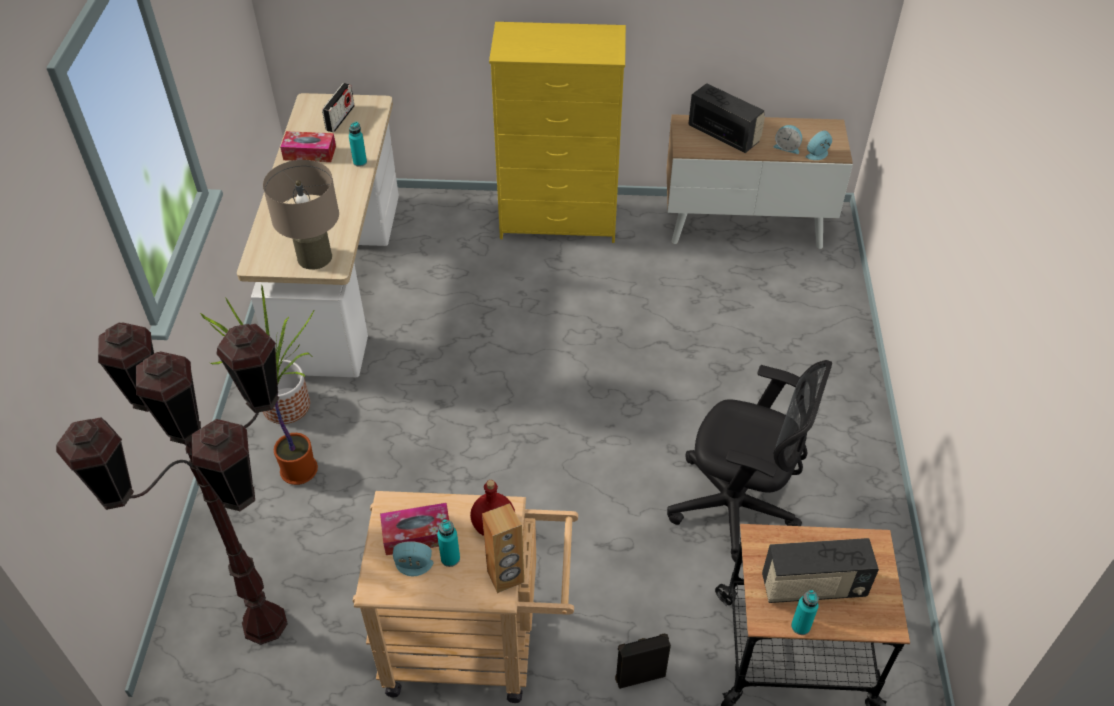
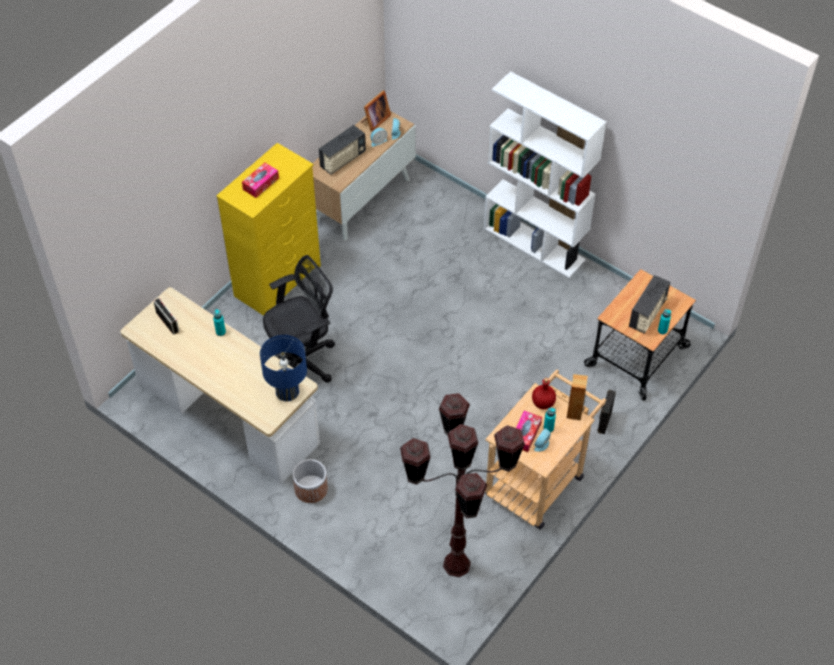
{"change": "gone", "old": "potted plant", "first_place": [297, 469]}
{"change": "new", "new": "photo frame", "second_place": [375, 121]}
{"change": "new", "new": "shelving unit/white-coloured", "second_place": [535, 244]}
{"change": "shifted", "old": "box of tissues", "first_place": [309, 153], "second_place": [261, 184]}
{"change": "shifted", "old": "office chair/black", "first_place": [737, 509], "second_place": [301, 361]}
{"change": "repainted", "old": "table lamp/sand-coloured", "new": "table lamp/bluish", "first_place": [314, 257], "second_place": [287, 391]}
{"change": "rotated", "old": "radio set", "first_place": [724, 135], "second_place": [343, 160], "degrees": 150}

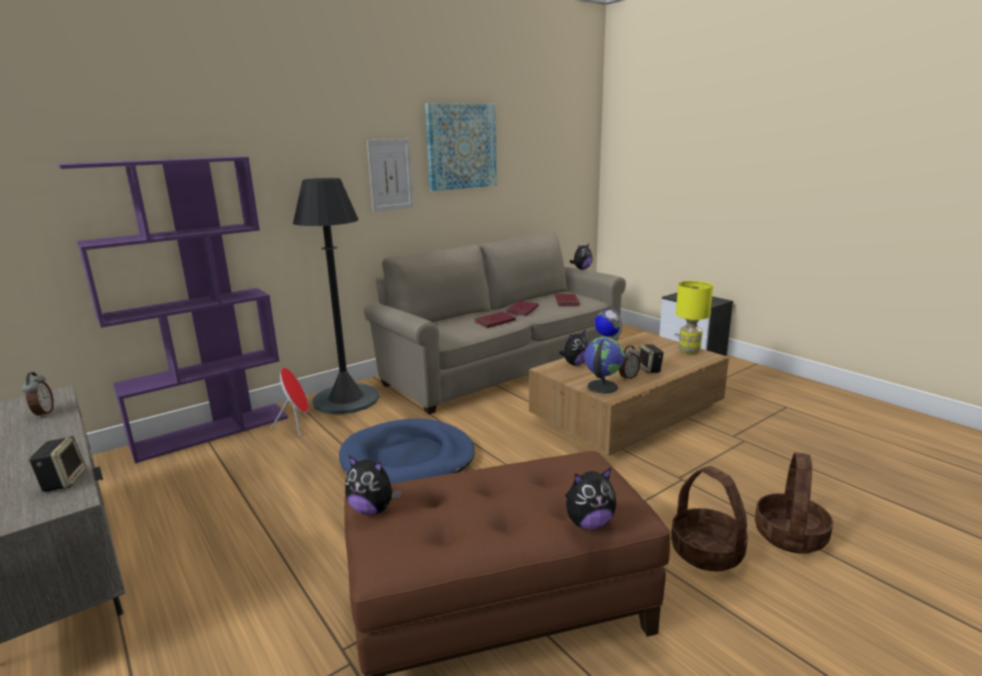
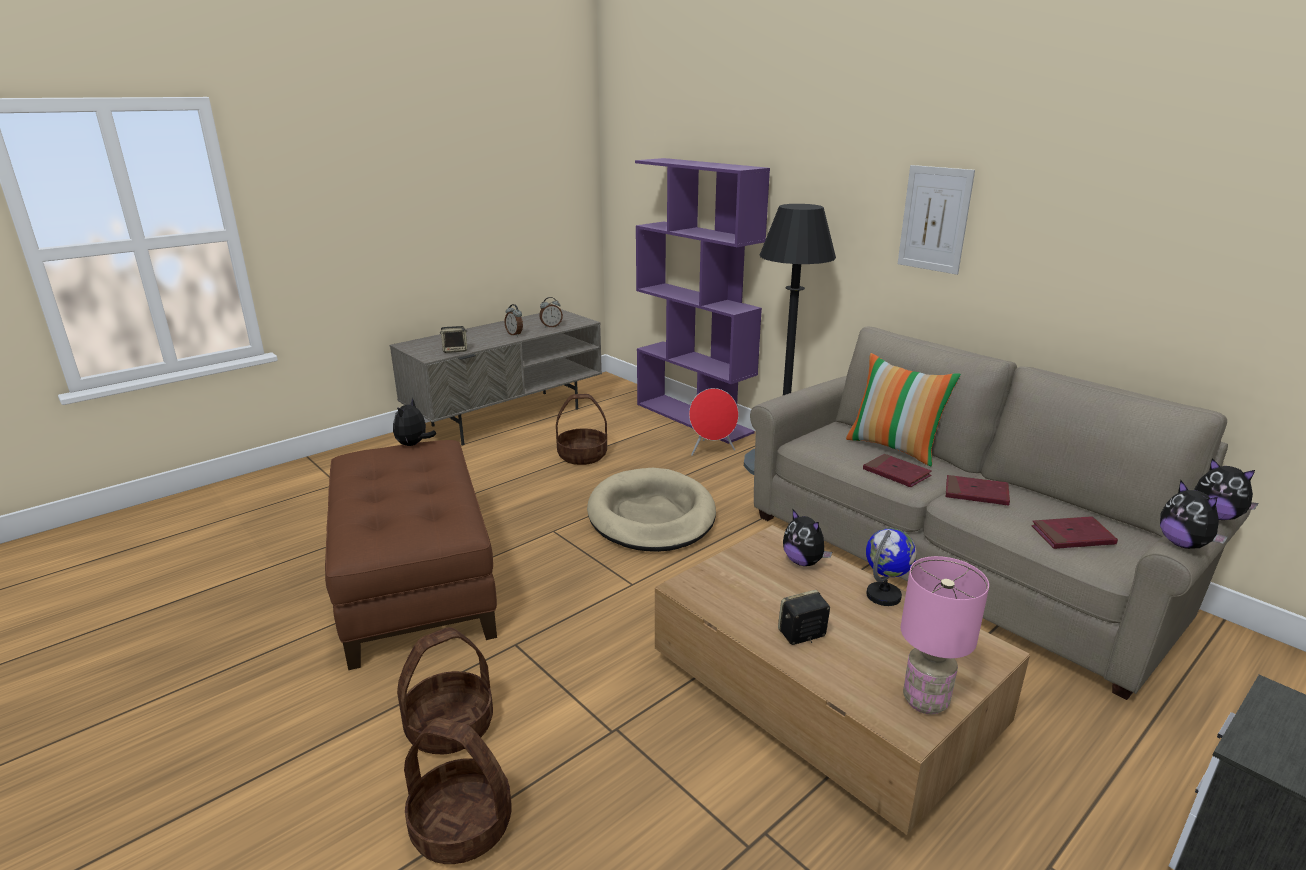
{"change": "gone", "old": "wall picture", "first_place": [461, 146]}
{"change": "gone", "old": "globe", "first_place": [601, 387]}
{"change": "new", "new": "basket", "second_place": [582, 455]}
{"change": "new", "new": "pillow", "second_place": [894, 448]}
{"change": "shifted", "old": "plush toy", "first_place": [589, 523], "second_place": [1183, 544]}
{"change": "shifted", "old": "bedside clock", "first_place": [628, 377], "second_place": [515, 334]}
{"change": "repainted", "old": "dog bed/bluish", "new": "dog bed/sand-coloured", "first_place": [408, 459], "second_place": [651, 516]}
{"change": "repainted", "old": "table lamp/yellow-coloured", "new": "table lamp/pink", "first_place": [689, 351], "second_place": [925, 702]}

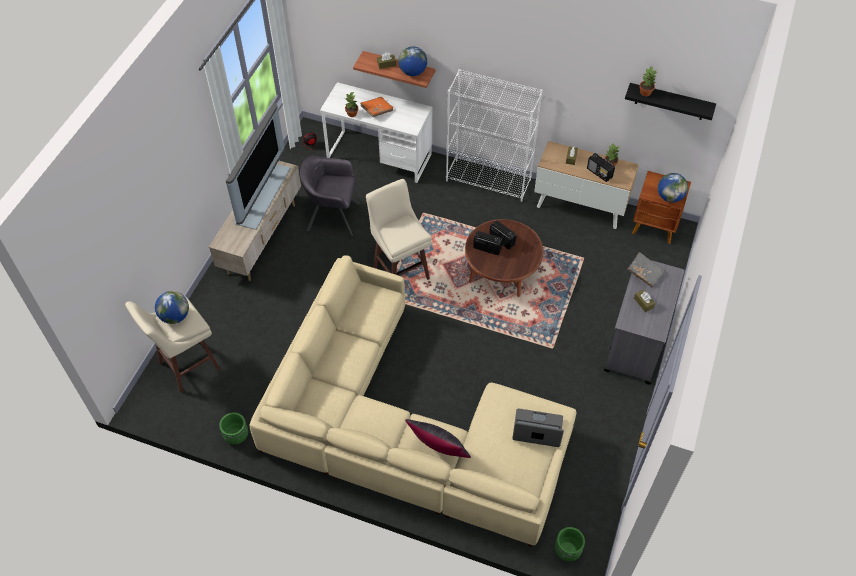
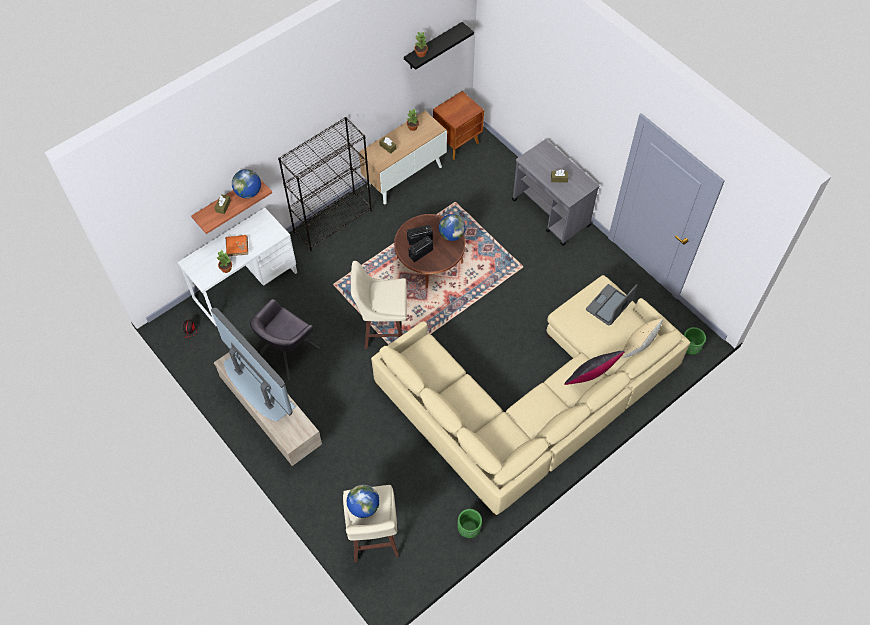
{"change": "gone", "old": "radio set", "first_place": [599, 173]}
{"change": "gone", "old": "volume/gray", "first_place": [644, 273]}
{"change": "new", "new": "pillow/sand-coloured", "second_place": [638, 347]}
{"change": "shifted", "old": "globe", "first_place": [669, 197], "second_place": [451, 235]}
{"change": "repainted", "old": "shelving unit/white-coloured", "new": "shelving unit/black", "first_place": [489, 180], "second_place": [333, 221]}

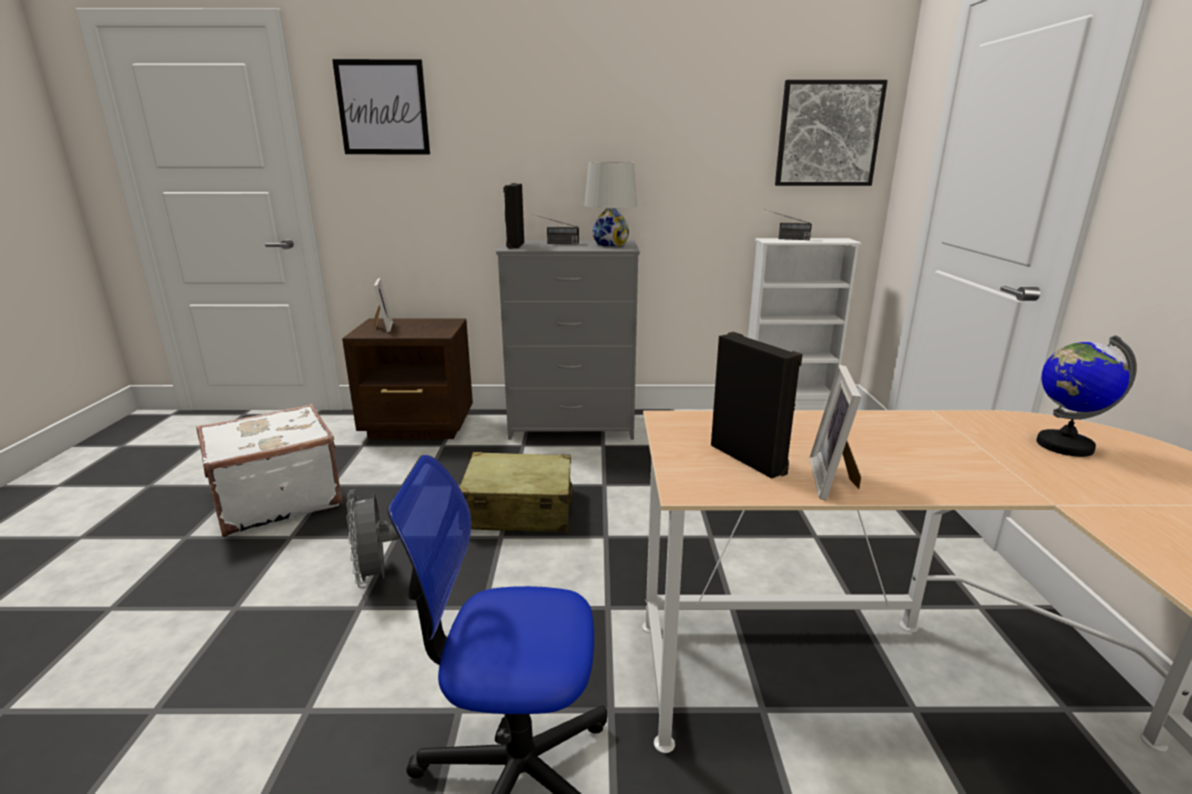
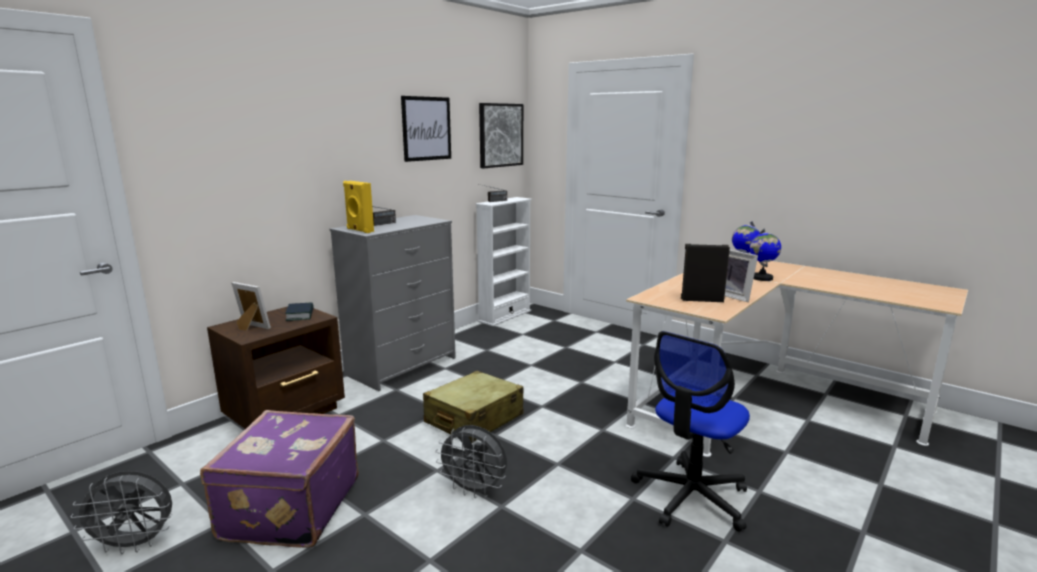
{"change": "gone", "old": "table lamp/white-coloured", "first_place": [610, 244]}
{"change": "new", "new": "fan/gray", "second_place": [135, 544]}
{"change": "new", "new": "volume", "second_place": [300, 315]}
{"change": "new", "new": "globe", "second_place": [761, 278]}
{"change": "shifted", "old": "wall picture", "first_place": [383, 108], "second_place": [426, 128]}
{"change": "repainted", "old": "travel case/white-coloured", "new": "travel case/purple-coloured", "first_place": [276, 500], "second_place": [289, 508]}
{"change": "repainted", "old": "speaker/black", "new": "speaker/yellow-coloured", "first_place": [514, 245], "second_place": [359, 230]}

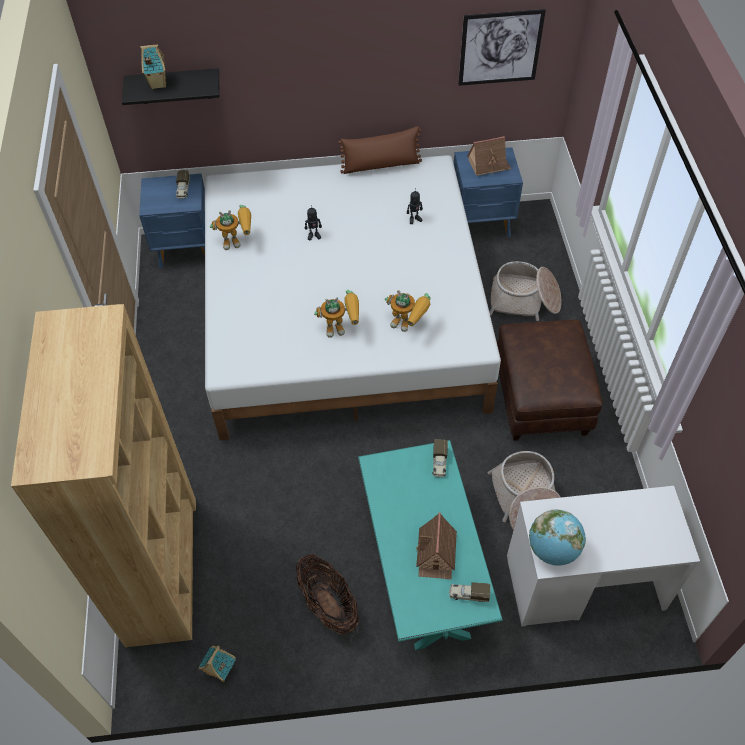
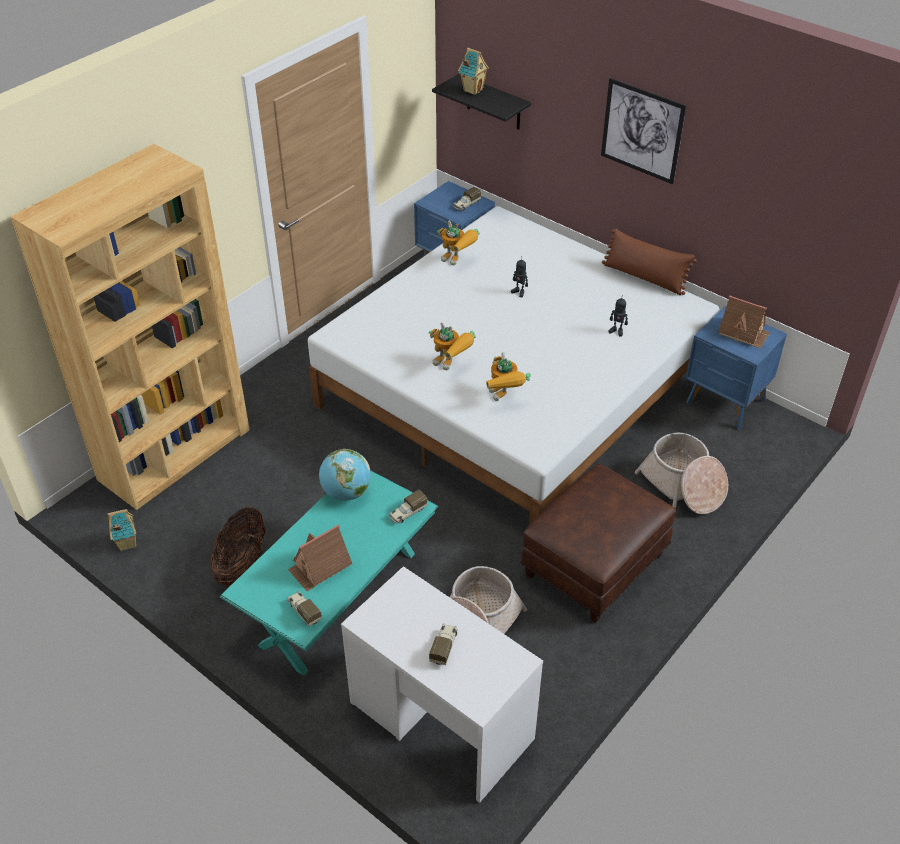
{"change": "new", "new": "model truck", "second_place": [444, 647]}
{"change": "shifted", "old": "wall picture", "first_place": [500, 48], "second_place": [642, 131]}
{"change": "shifted", "old": "globe", "first_place": [553, 549], "second_place": [346, 492]}

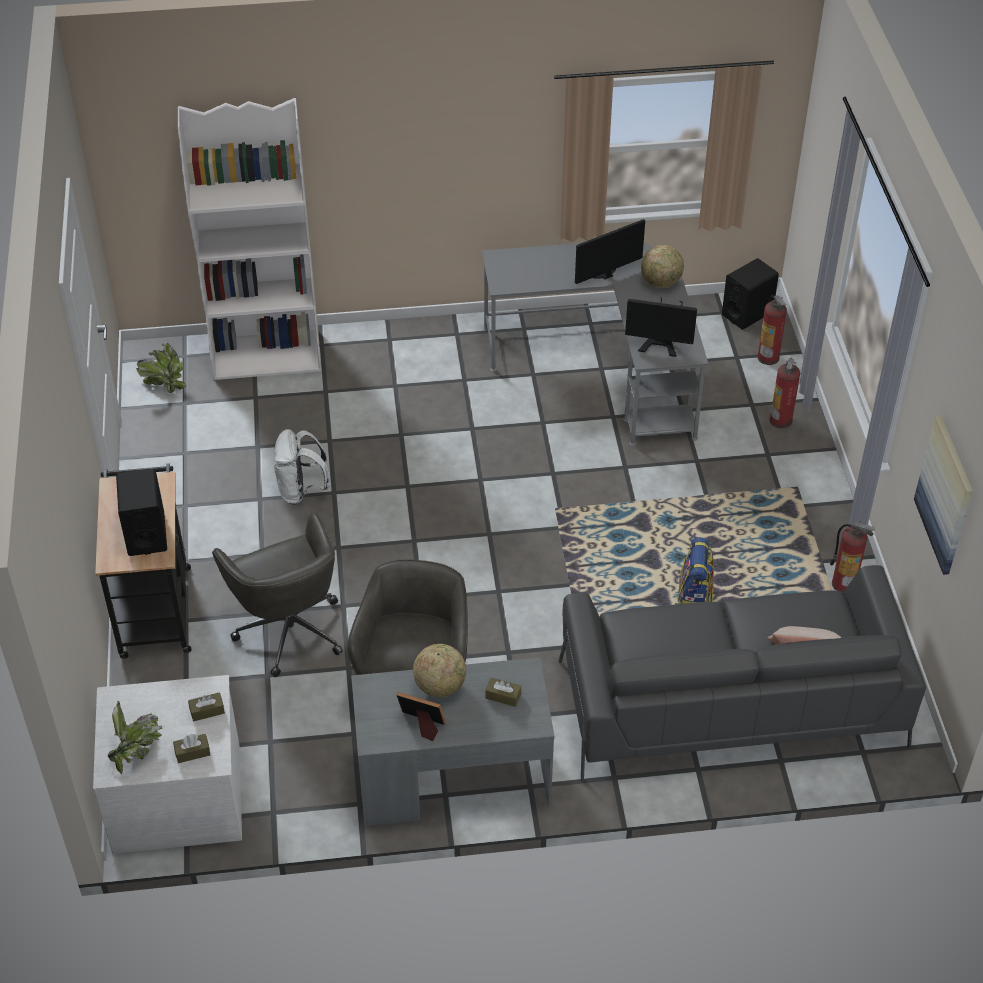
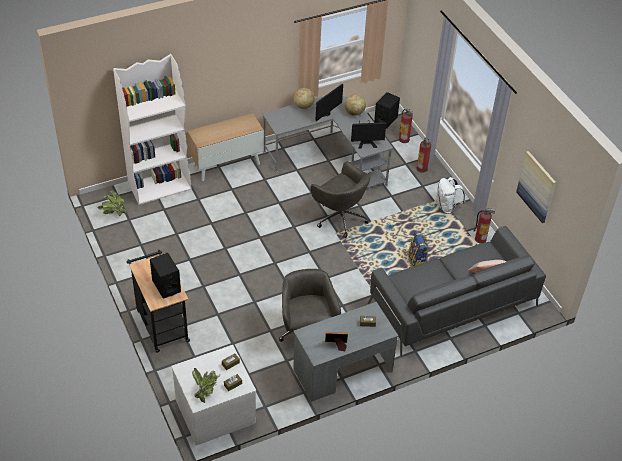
{"change": "new", "new": "cabinet", "second_place": [227, 164]}
{"change": "shifted", "old": "office chair/gray", "first_place": [289, 628], "second_place": [340, 217]}
{"change": "shifted", "old": "knapsack/white-coloured", "first_place": [301, 491], "second_place": [447, 207]}
{"change": "shifted", "old": "globe", "first_place": [440, 686], "second_place": [303, 106]}

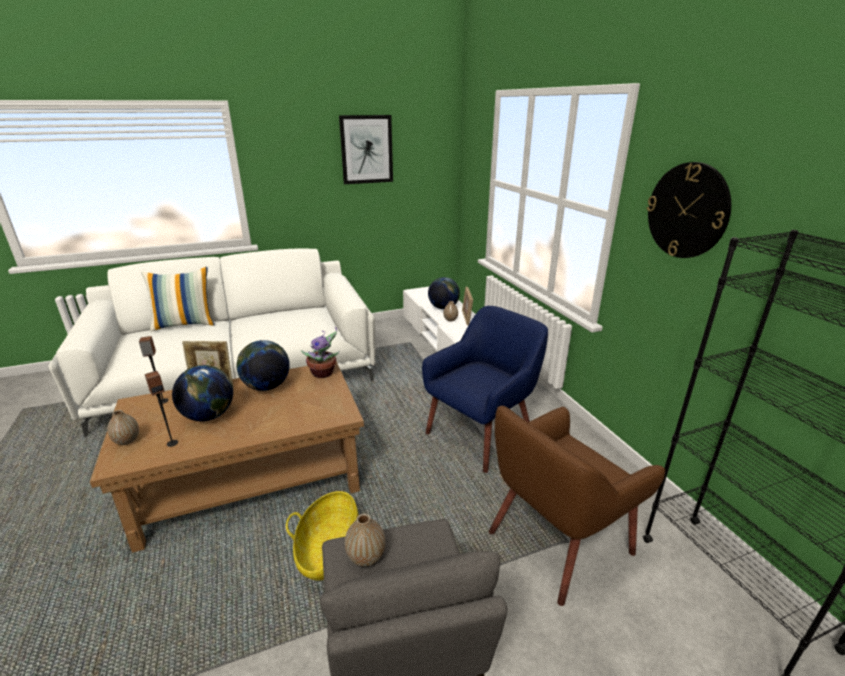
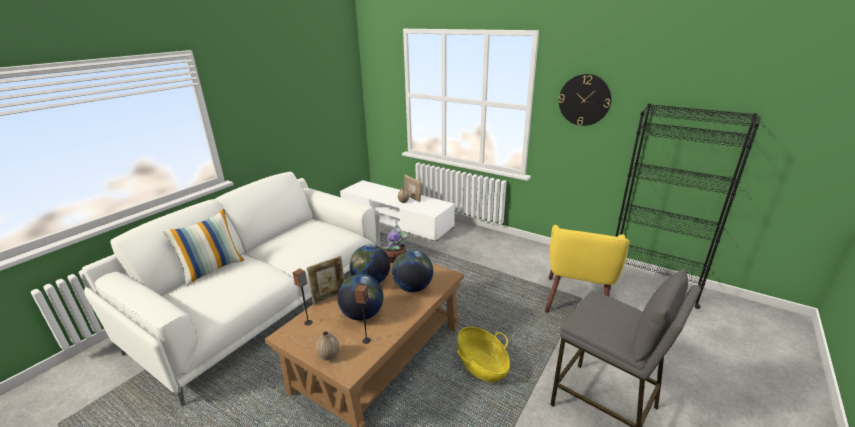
{"change": "gone", "old": "wall picture", "first_place": [366, 149]}
{"change": "gone", "old": "vase", "first_place": [366, 557]}
{"change": "gone", "old": "lounge chair/bluish", "first_place": [481, 434]}
{"change": "shifted", "old": "globe", "first_place": [443, 308], "second_place": [413, 288]}
{"change": "repainted", "old": "lounge chair/brownish", "new": "lounge chair/yellow-coloured", "first_place": [557, 542], "second_place": [577, 300]}

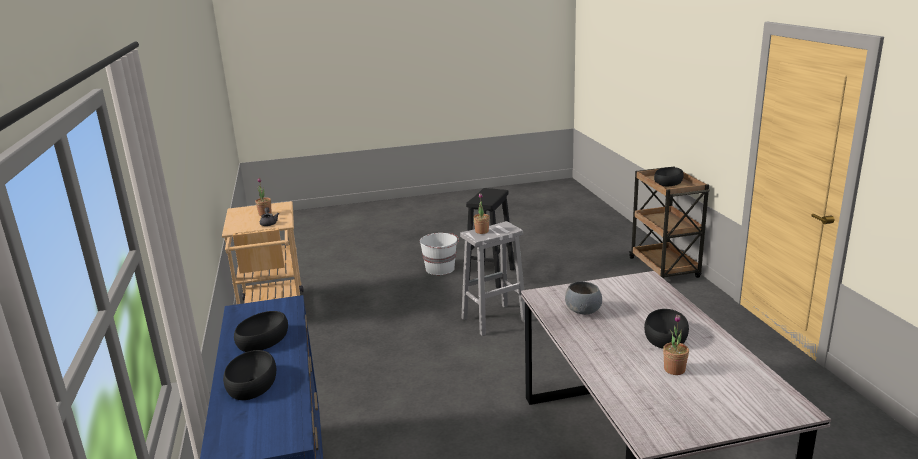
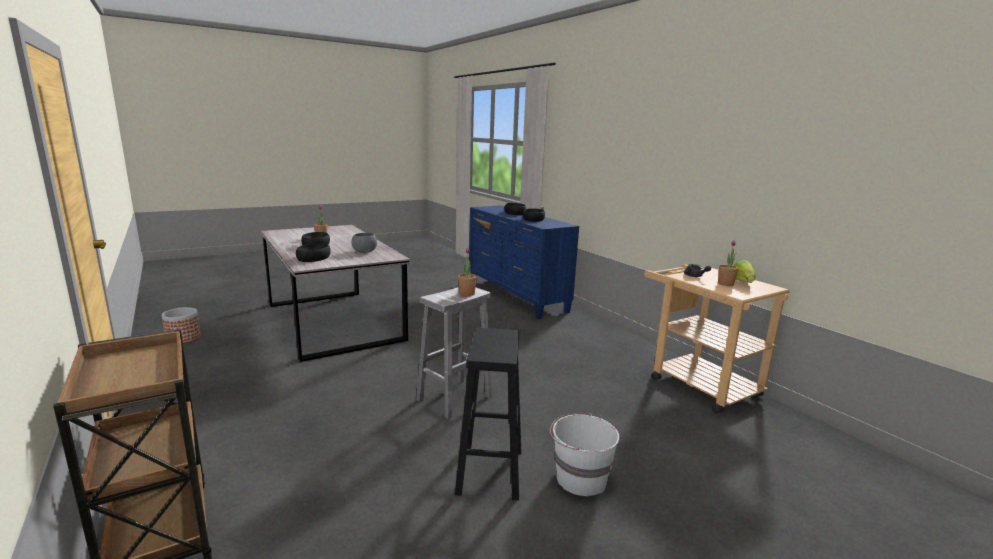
{"change": "new", "new": "flower pot", "second_place": [183, 338]}
{"change": "new", "new": "lettuce", "second_place": [743, 282]}
{"change": "shifted", "old": "deep dish/black", "first_place": [668, 182], "second_place": [313, 258]}

